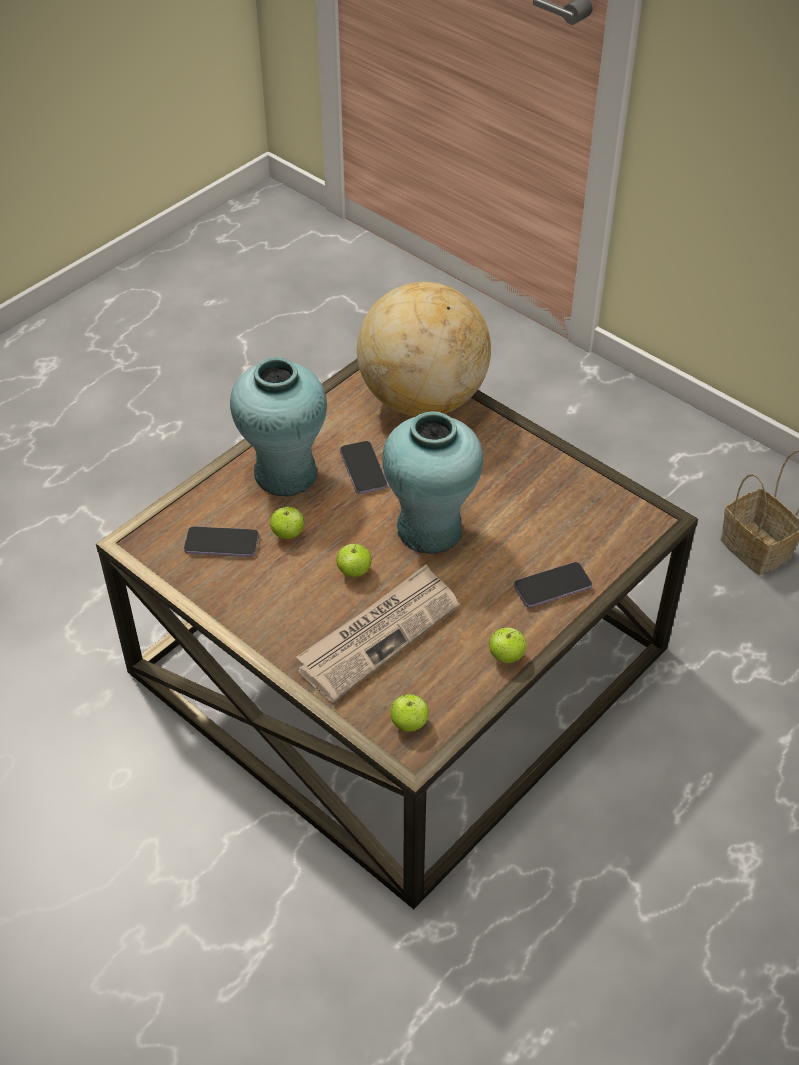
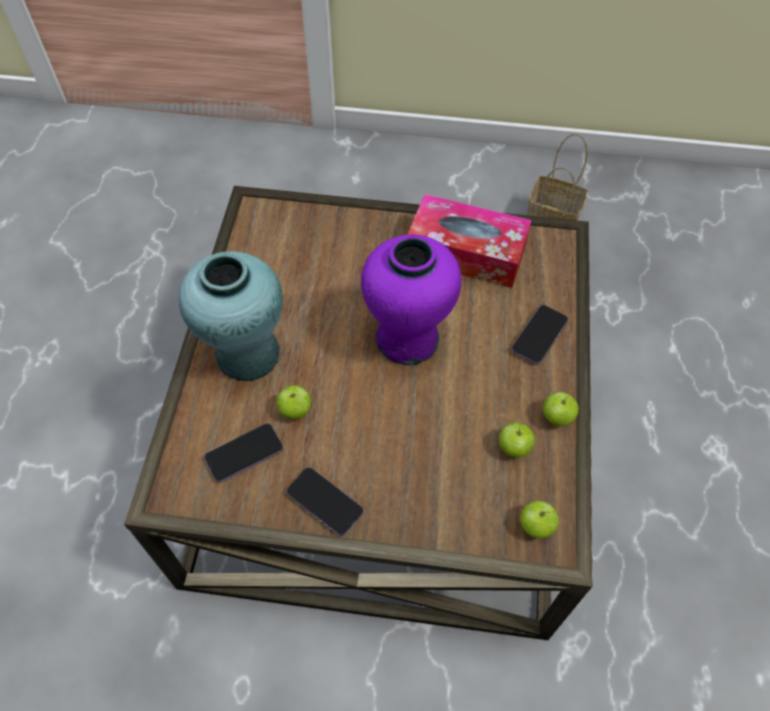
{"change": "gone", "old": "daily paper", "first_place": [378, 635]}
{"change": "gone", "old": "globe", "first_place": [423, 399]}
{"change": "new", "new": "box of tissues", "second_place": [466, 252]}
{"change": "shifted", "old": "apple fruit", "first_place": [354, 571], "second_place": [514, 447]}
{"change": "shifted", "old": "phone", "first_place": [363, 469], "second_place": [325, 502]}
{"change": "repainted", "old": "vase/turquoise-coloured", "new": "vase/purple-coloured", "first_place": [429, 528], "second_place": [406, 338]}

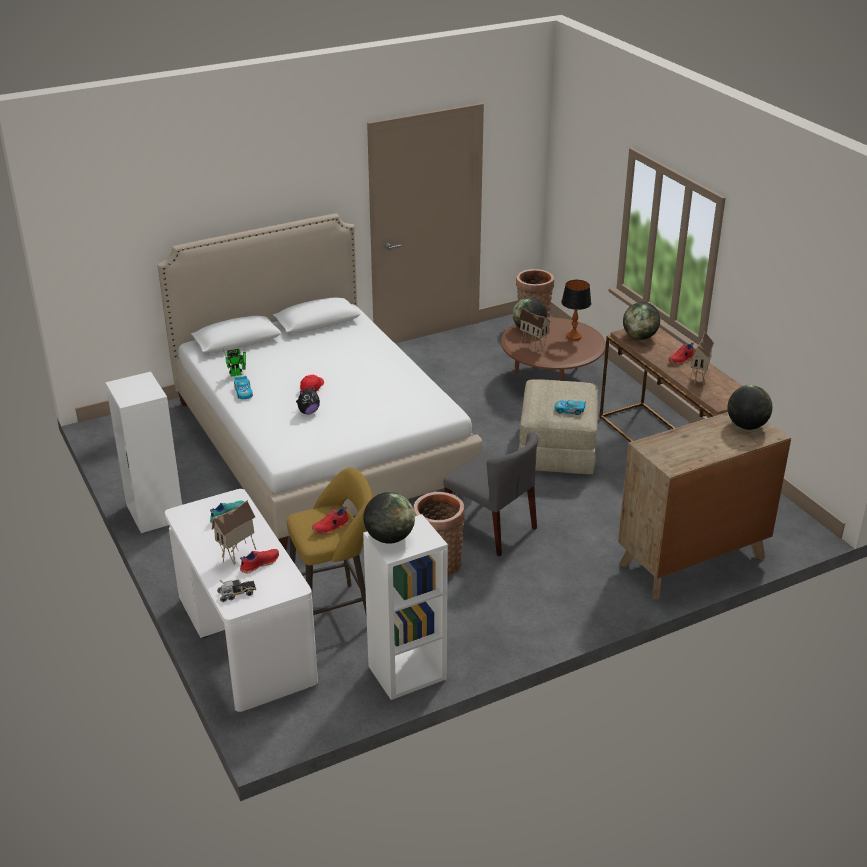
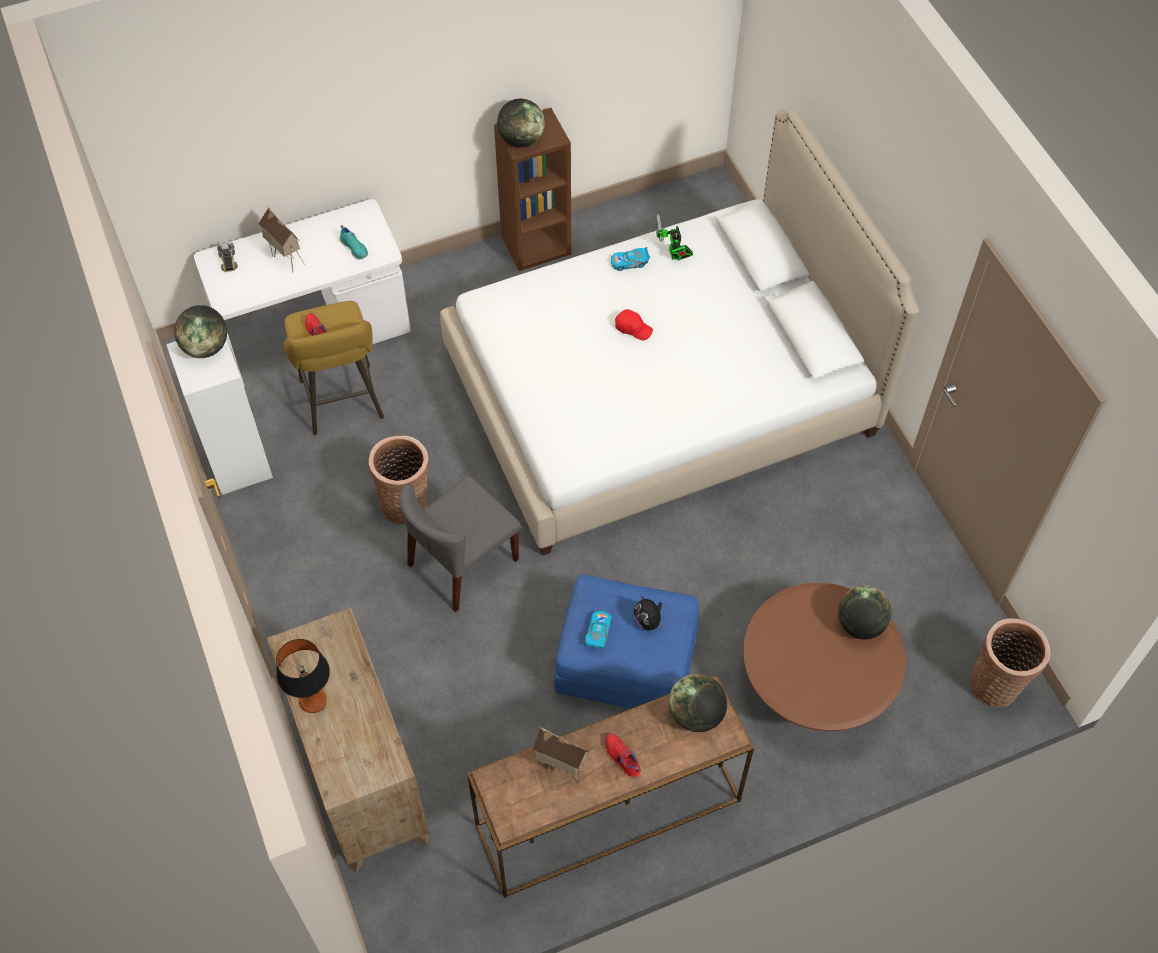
{"change": "gone", "old": "low shoe/red", "first_place": [259, 564]}
{"change": "gone", "old": "toy house", "first_place": [533, 347]}
{"change": "shifted", "old": "plush toy", "first_place": [308, 412], "second_place": [648, 621]}
{"change": "shifted", "old": "table lamp", "first_place": [574, 337], "second_place": [312, 701]}
{"change": "shifted", "old": "globe", "first_place": [746, 426], "second_place": [521, 140]}
{"change": "repainted", "old": "shelving unit/white-coloured", "new": "shelving unit/brownish", "first_place": [154, 512], "second_place": [536, 244]}
{"change": "repainted", "old": "pouffe/sand-coloured", "new": "pouffe/bluish", "first_place": [557, 450], "second_place": [625, 663]}

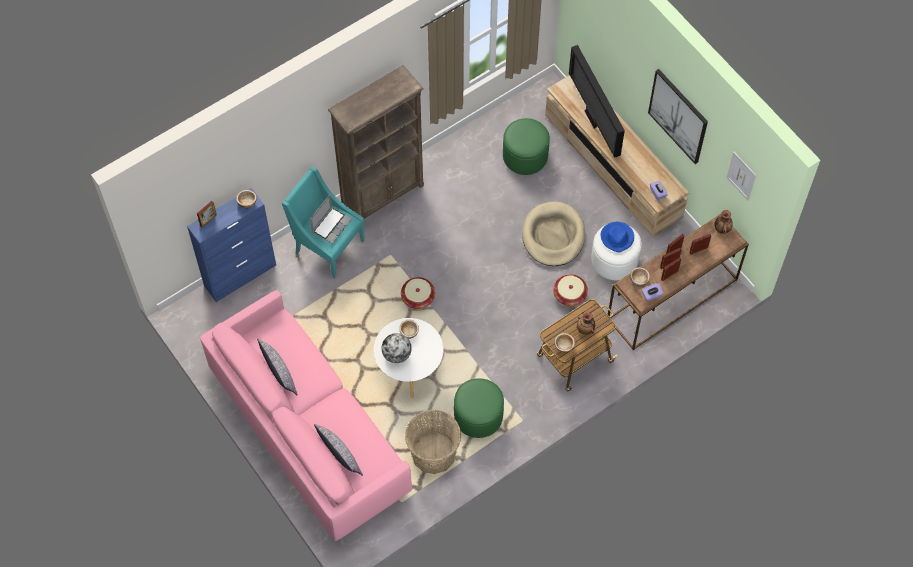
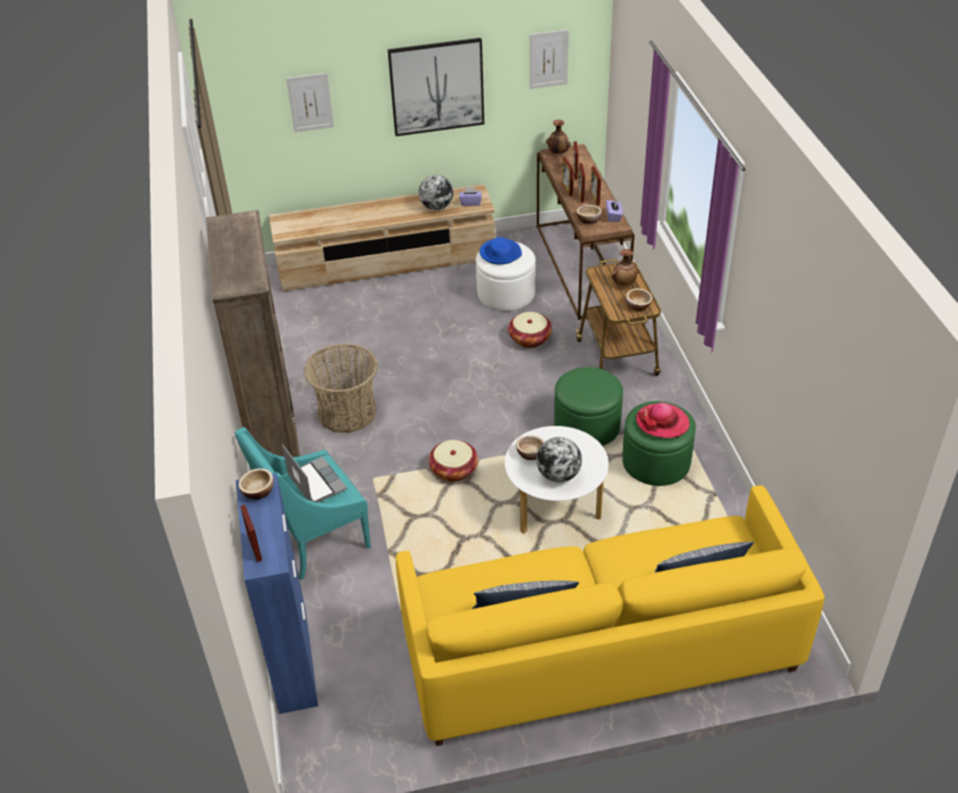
{"change": "gone", "old": "dog bed/sand-coloured", "first_place": [553, 236]}
{"change": "gone", "old": "TV", "first_place": [592, 120]}
{"change": "new", "new": "wall picture", "second_place": [310, 102]}
{"change": "new", "new": "globe", "second_place": [436, 207]}
{"change": "new", "new": "clothing hat", "second_place": [662, 423]}
{"change": "shifted", "old": "basket", "first_place": [433, 453], "second_place": [347, 412]}
{"change": "shifted", "old": "pouffe/green-coloured", "first_place": [525, 156], "second_place": [587, 426]}
{"change": "repainted", "old": "sofa/pink", "new": "sofa/yellow-coloured", "first_place": [308, 429], "second_place": [599, 650]}

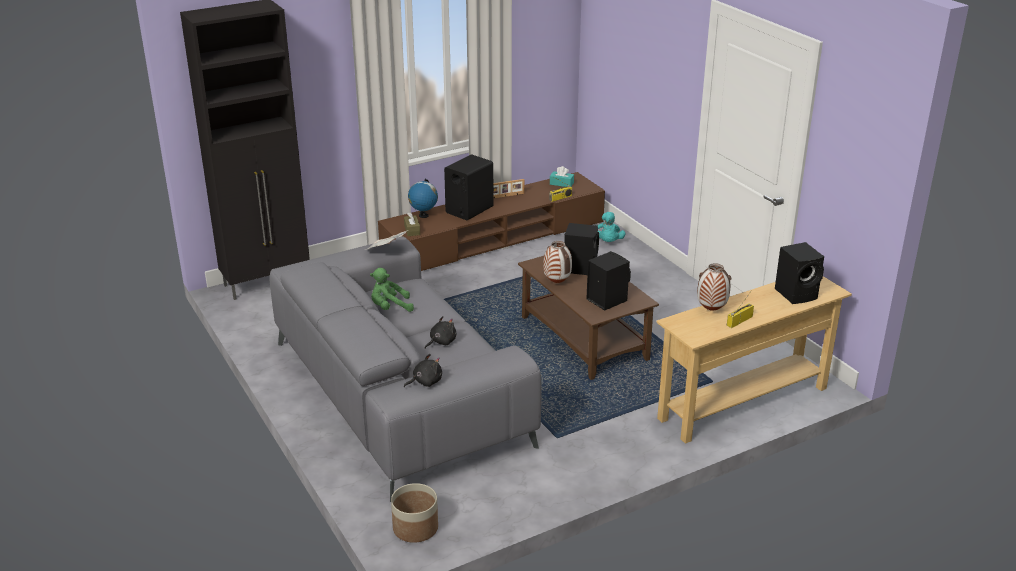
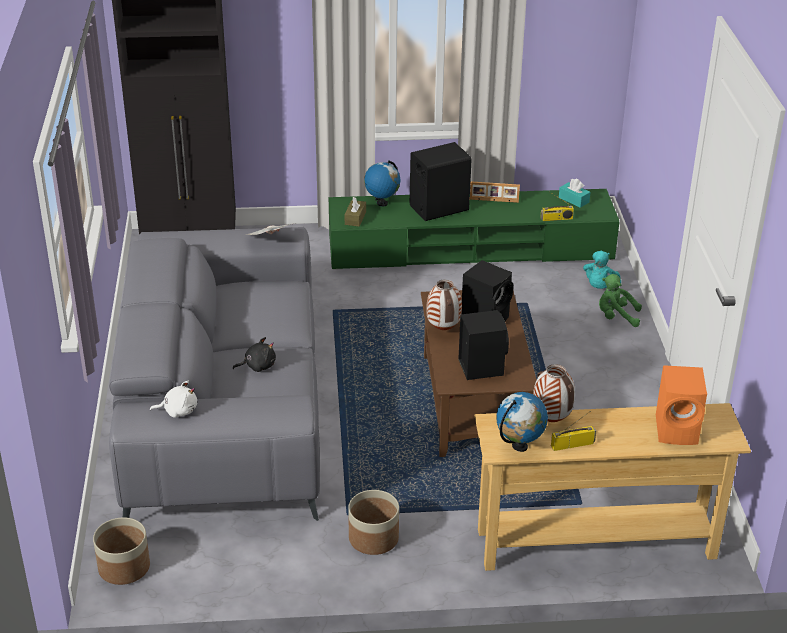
{"change": "new", "new": "flower pot", "second_place": [373, 538]}
{"change": "new", "new": "globe", "second_place": [519, 446]}
{"change": "shifted", "old": "plush toy/green-coloured", "first_place": [390, 307], "second_place": [616, 317]}
{"change": "repainted", "old": "tv stand/brownish", "new": "tv stand/green-coloured", "first_place": [495, 239], "second_place": [471, 249]}
{"change": "repainted", "old": "plush toy/black", "new": "plush toy/white-coloured", "first_place": [425, 382], "second_place": [178, 410]}
{"change": "repainted", "old": "speaker/black", "new": "speaker/orange", "first_place": [797, 294], "second_place": [678, 430]}

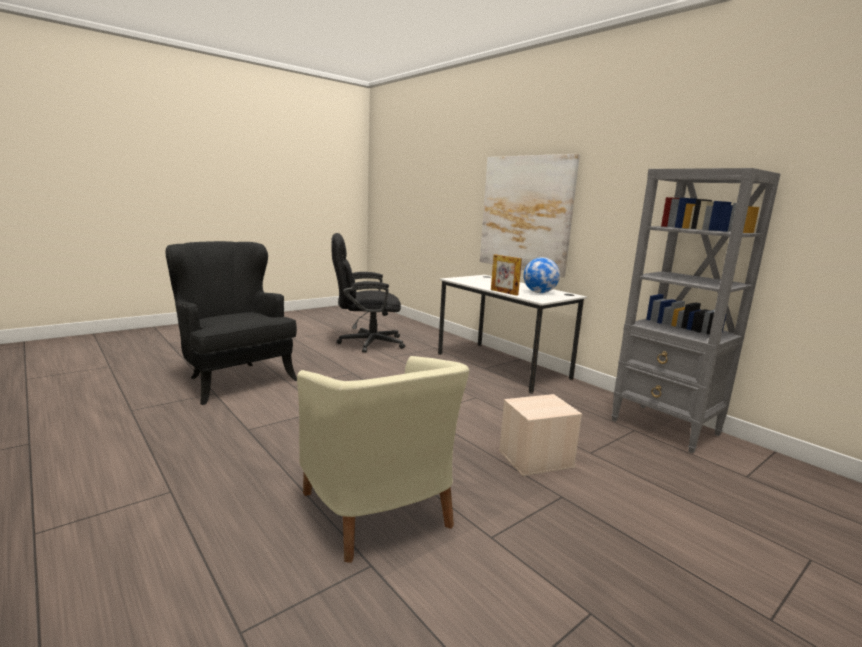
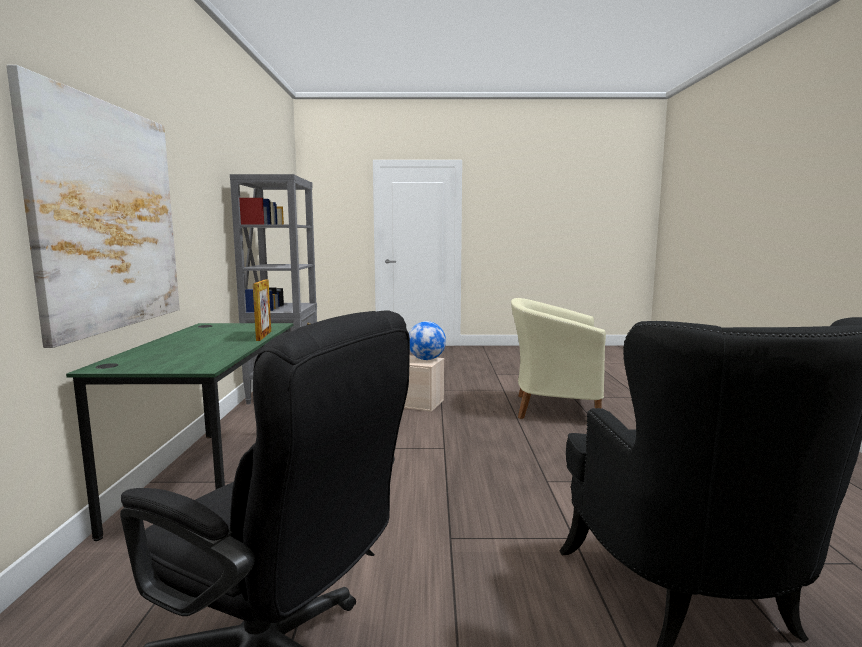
{"change": "shifted", "old": "globe", "first_place": [539, 292], "second_place": [426, 359]}
{"change": "repainted", "old": "desk/white-coloured", "new": "desk/green-coloured", "first_place": [501, 366], "second_place": [215, 477]}
{"change": "rotated", "old": "lounge chair/sand-coloured", "first_place": [379, 511], "second_place": [553, 408], "degrees": -90}

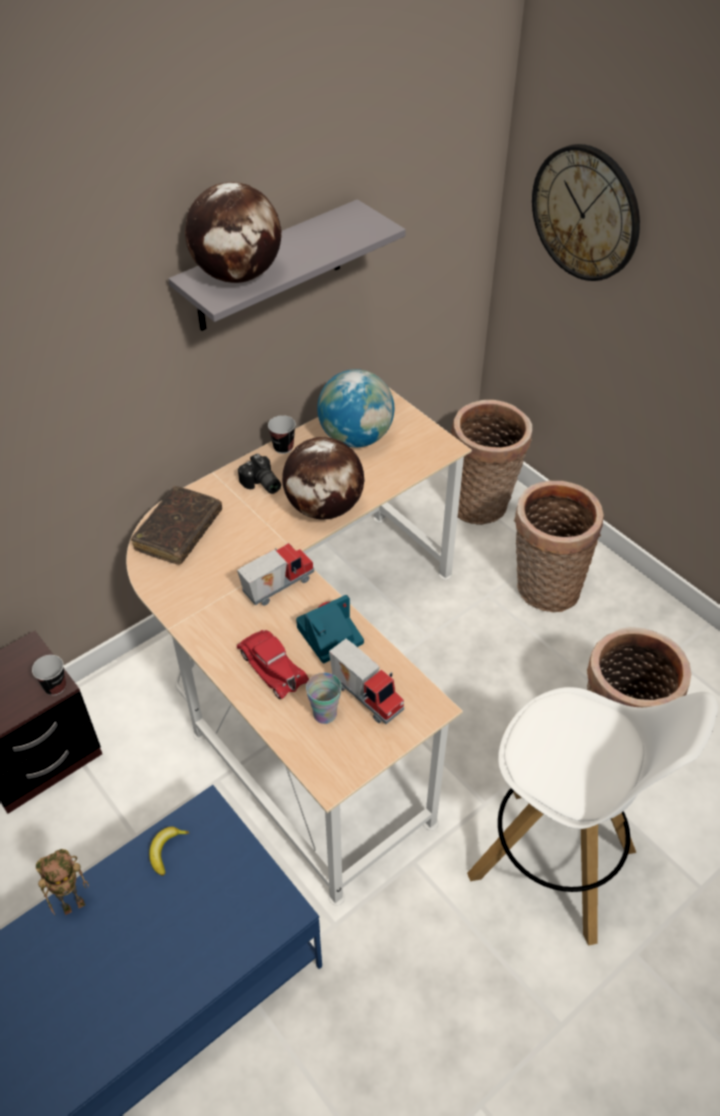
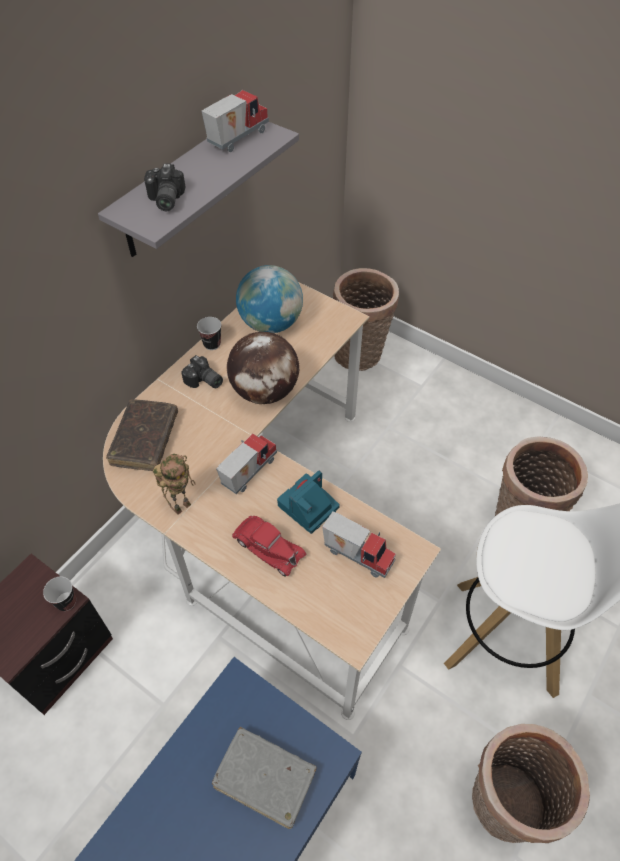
{"change": "gone", "old": "banana fruit", "first_place": [166, 850]}
{"change": "gone", "old": "small cup", "first_place": [324, 714]}
{"change": "gone", "old": "wall clock", "first_place": [586, 213]}
{"change": "new", "new": "model truck", "second_place": [236, 138]}
{"change": "new", "new": "volume/gray", "second_place": [265, 778]}
{"change": "shifted", "old": "toy robot", "first_place": [75, 904], "second_place": [182, 505]}
{"change": "shifted", "old": "basket", "first_place": [543, 588], "second_place": [502, 804]}
{"change": "swapped", "old": "globe", "new": "photo camera", "first_place": [238, 275], "second_place": [164, 200]}

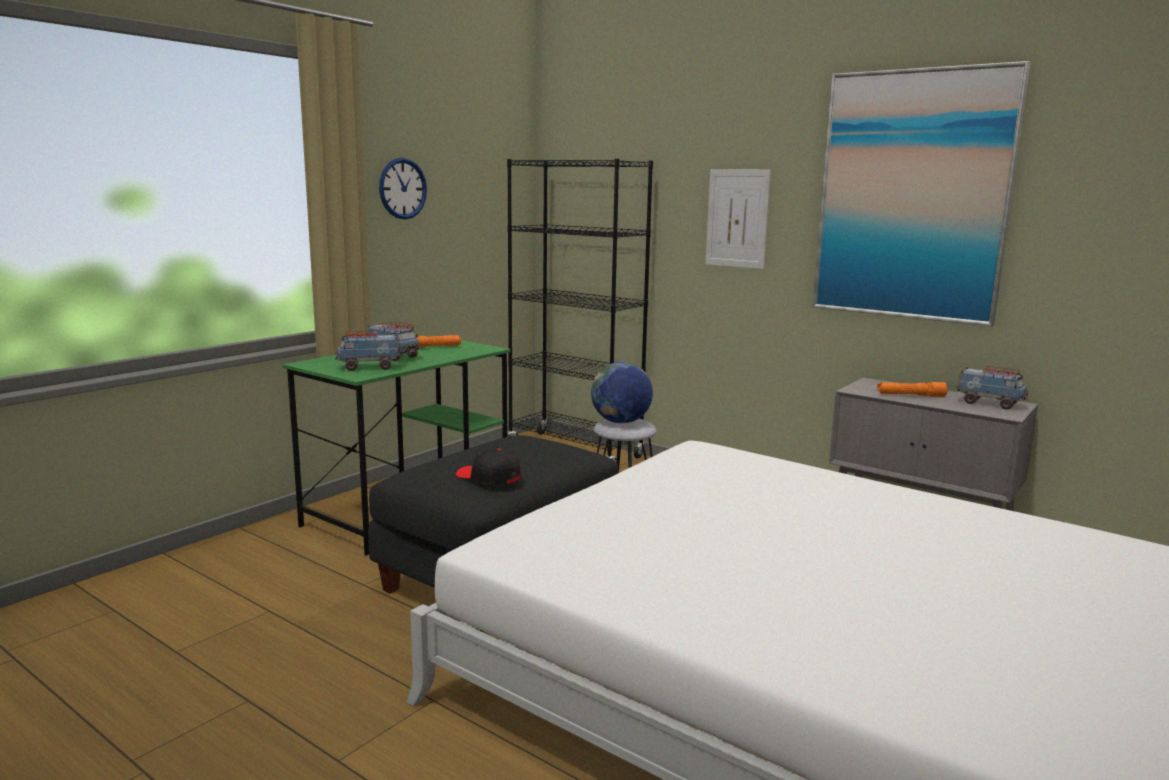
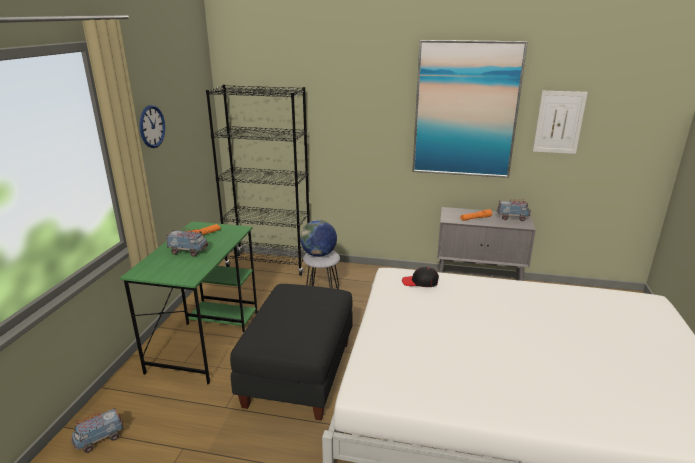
{"change": "shifted", "old": "model truck", "first_place": [369, 367], "second_place": [99, 439]}
{"change": "shifted", "old": "cap/black", "first_place": [488, 477], "second_place": [420, 282]}
{"change": "shifted", "old": "wall picture", "first_place": [737, 218], "second_place": [559, 122]}

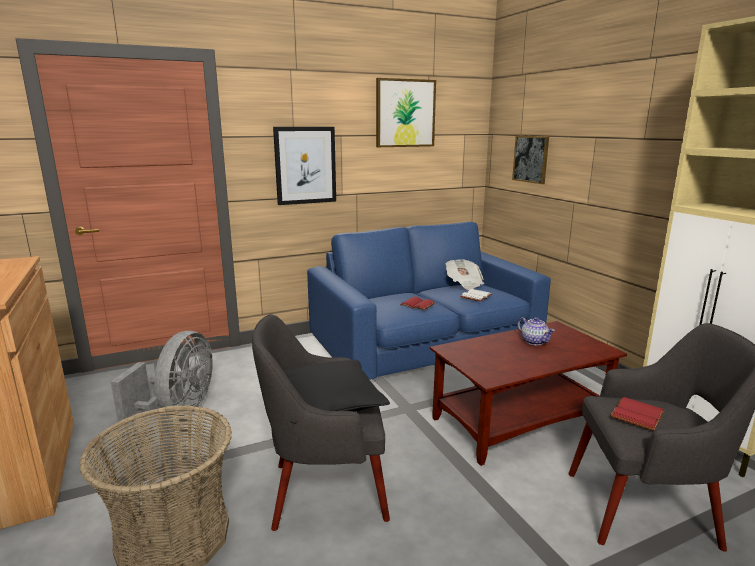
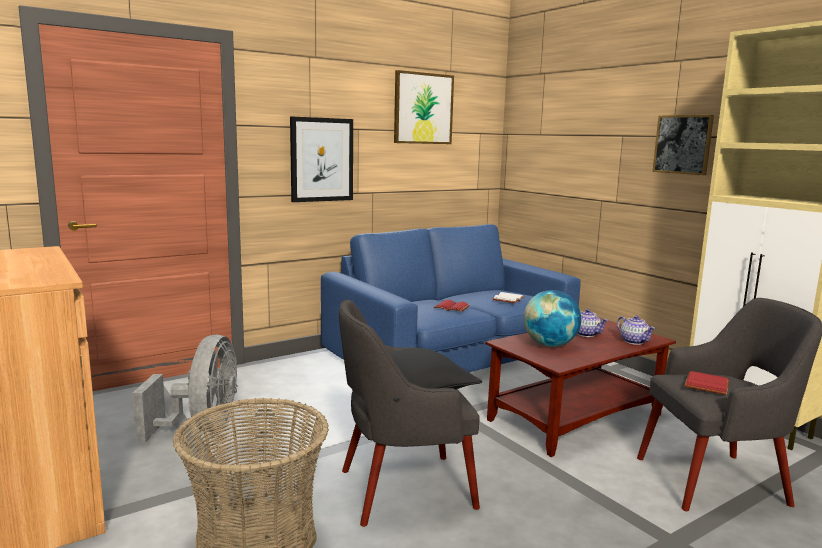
{"change": "gone", "old": "daily paper", "first_place": [464, 283]}
{"change": "new", "new": "globe", "second_place": [550, 345]}
{"change": "new", "new": "pot for tea", "second_place": [634, 341]}
{"change": "shifted", "old": "wall picture", "first_place": [531, 159], "second_place": [683, 144]}

